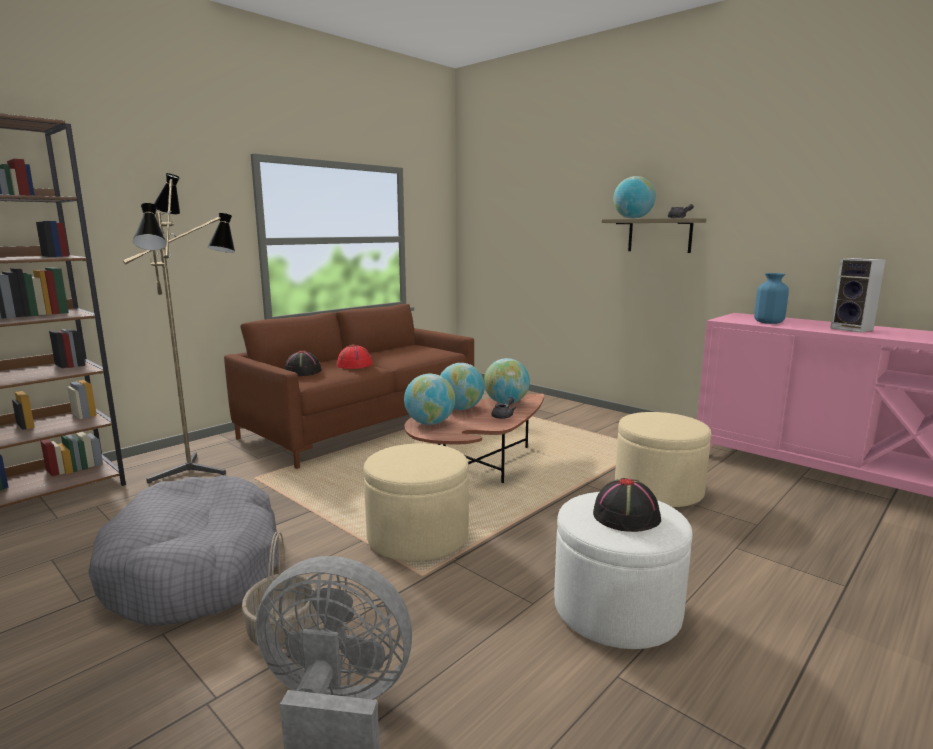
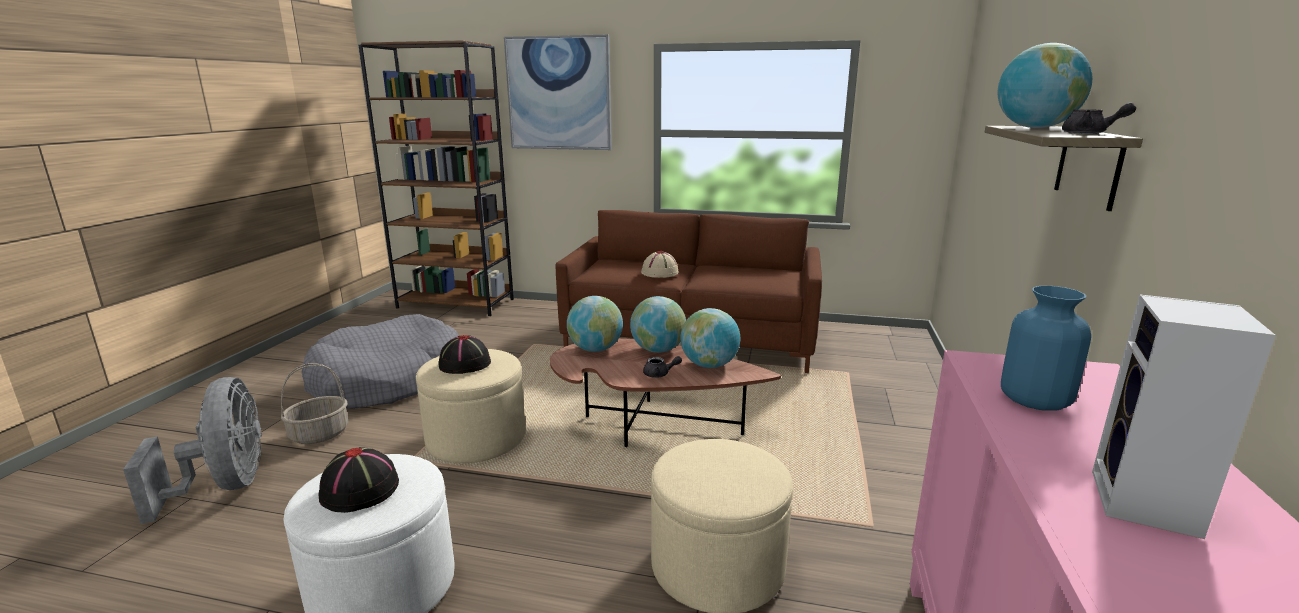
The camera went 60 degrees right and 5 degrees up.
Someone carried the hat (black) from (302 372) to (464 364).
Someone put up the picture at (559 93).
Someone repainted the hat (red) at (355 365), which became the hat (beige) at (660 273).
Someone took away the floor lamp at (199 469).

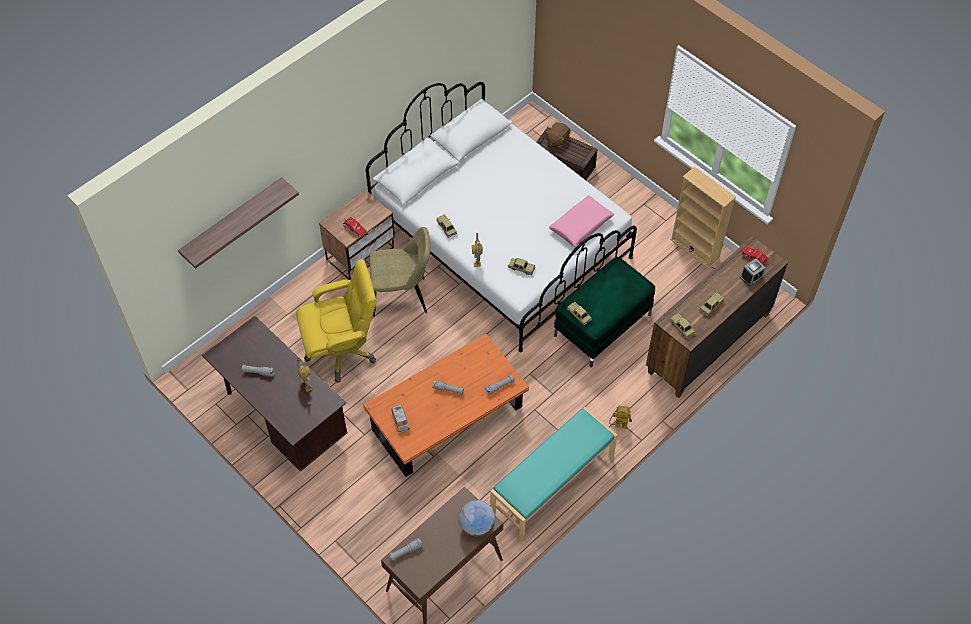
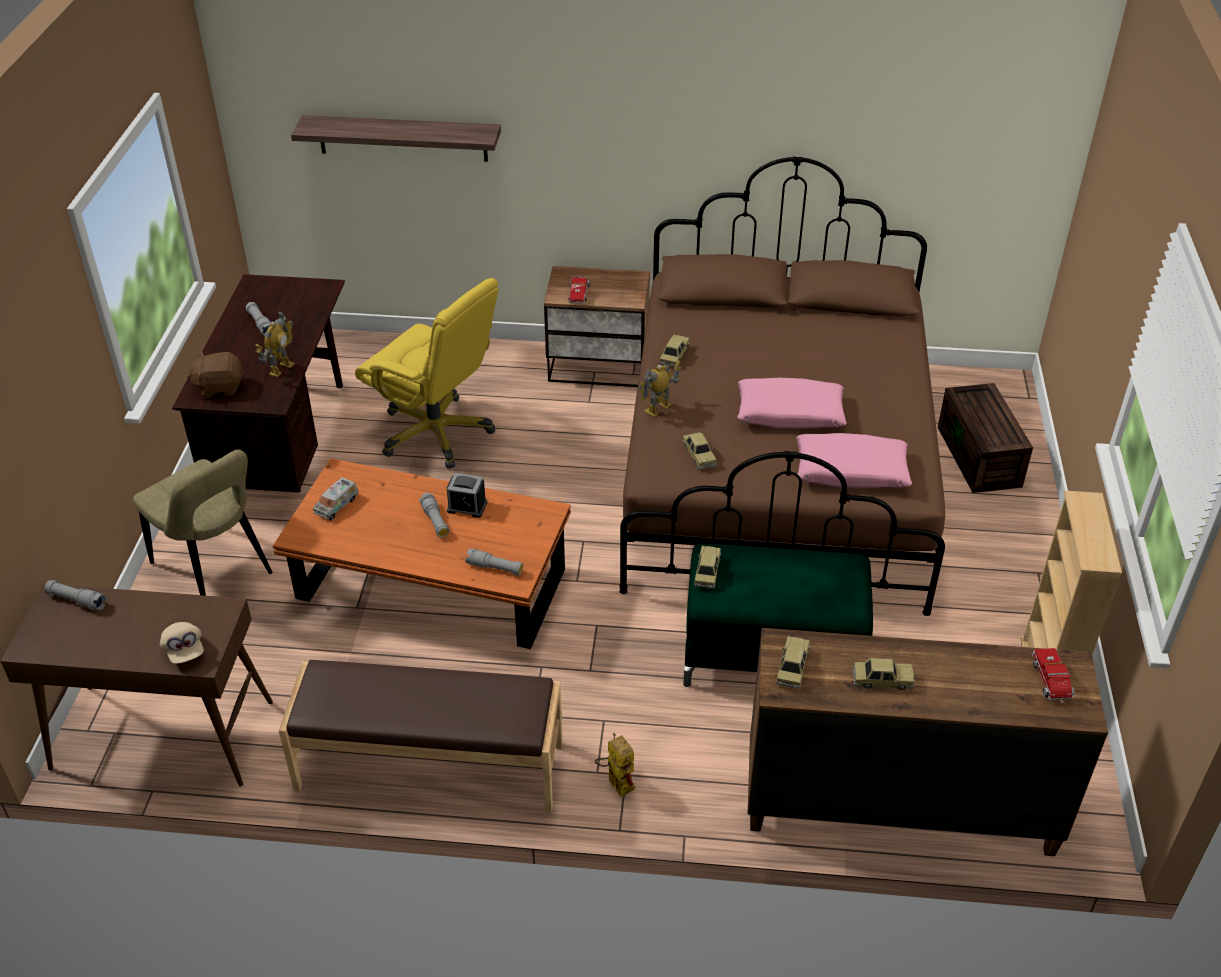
The camera went 50 degrees right and 15 degrees down.
Someone carried the chair (beige) from (402 297) to (215 571).
Someone swapped the globe at (477 525) for the cap (beige) at (184 650).
Someone carried the plush toy (brown) from (557 140) to (220 387).
Someone repainted the bench (turquoise) at (553 484), which became the bench (brown) at (430 767).
Someone carried the alarm clock from (751 277) to (467 506).
Someone repainted the bed (white) at (501 241), which became the bed (brown) at (776 470).
Someone put down the pillow (pink) at (790 413).

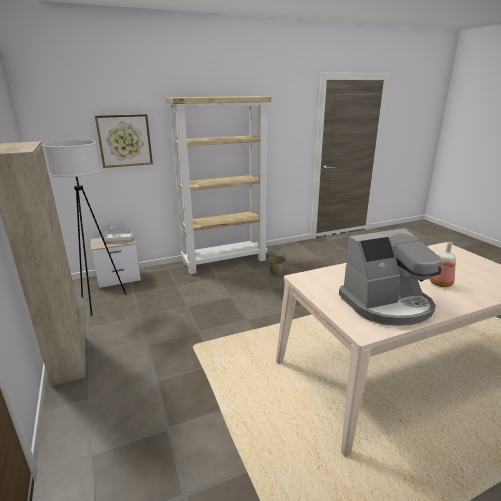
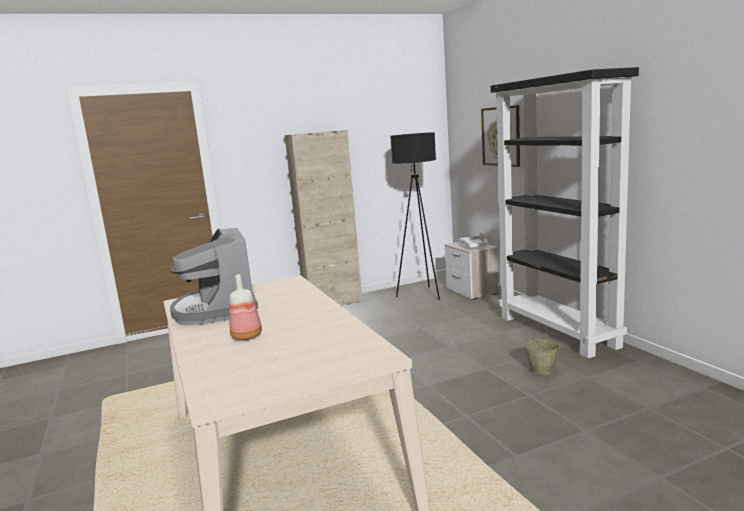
The camera went 90 degrees right and 10 degrees down.
Someone repainted the floor lamp (white) at (101 301), which became the floor lamp (black) at (421 294).
Someone repainted the bookcase (beige) at (225 261), which became the bookcase (black) at (558 331).

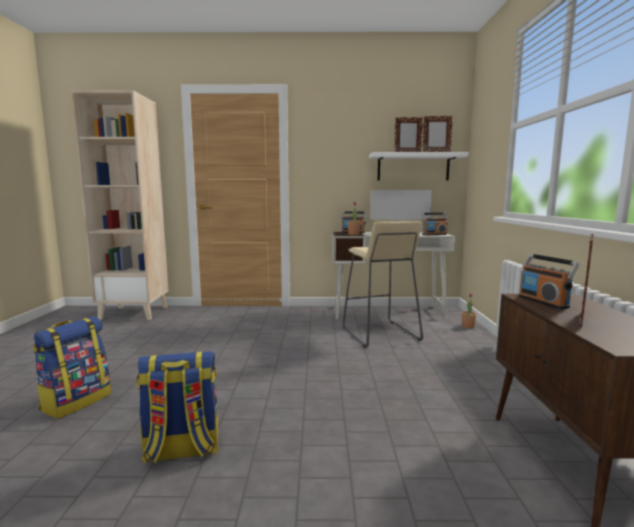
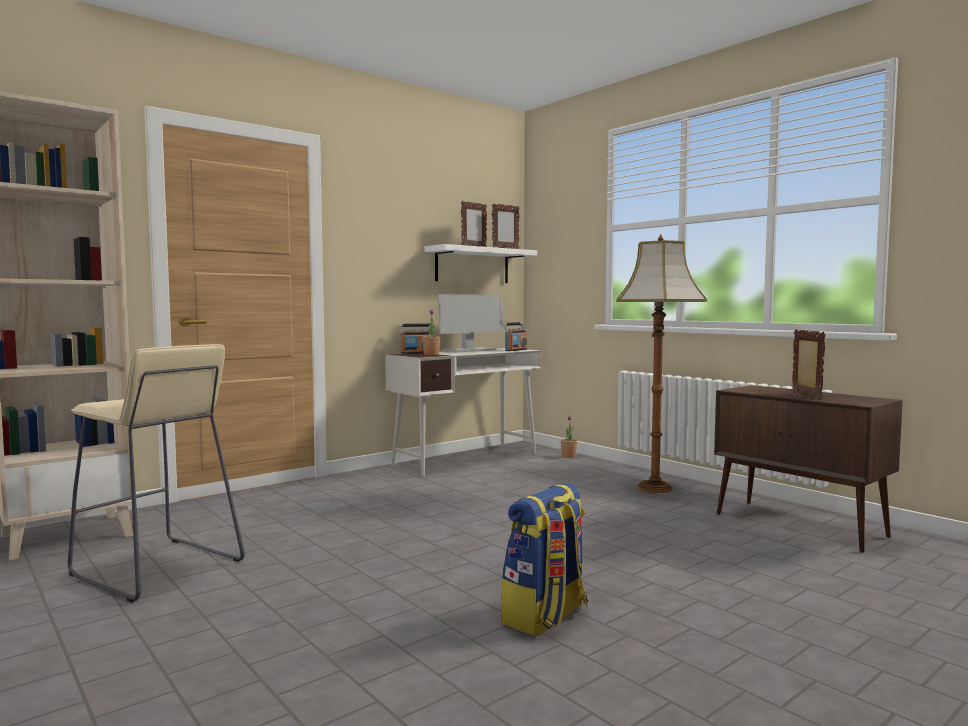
The camera went 40 degrees left and 5 degrees down.
Someone carried the stool (beige) from (379 334) to (156 568).
Someone put down the floor lamp at (656 488).
Someone took away the backpack at (76 401).
Someone took away the radio at (543 302).

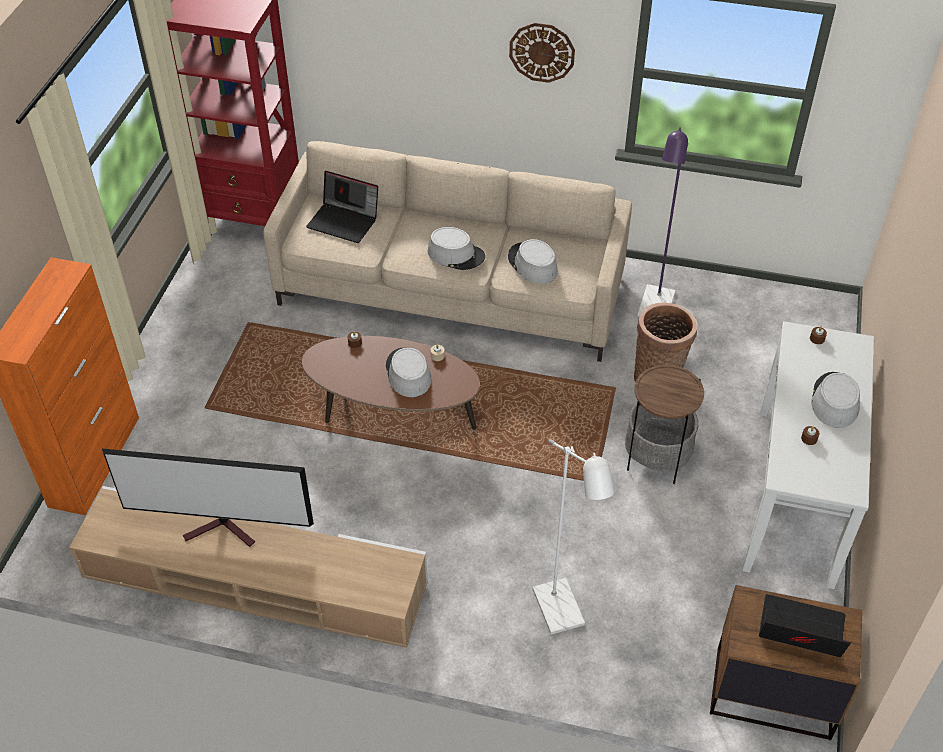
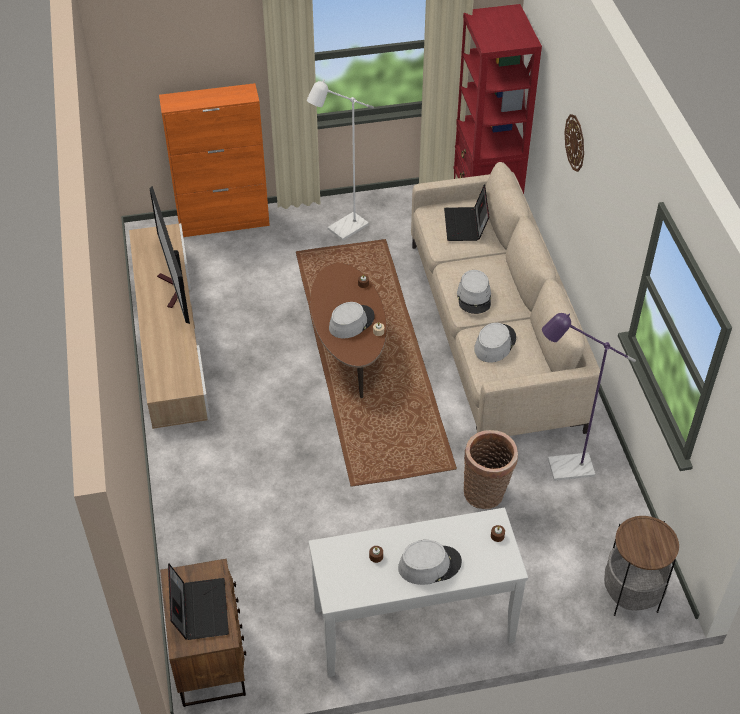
The camera went 65 degrees right and 0 degrees up.
Someone carried the floor lamp (white) from (562 616) to (342 230).
Someone carried the wall clock from (542 52) to (575 142).
Someone carried the side table from (656 459) to (631 594).

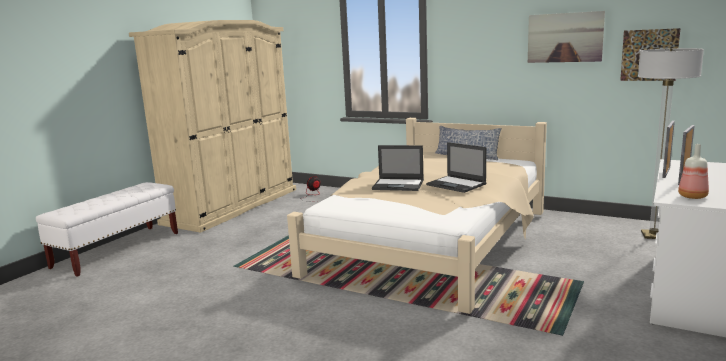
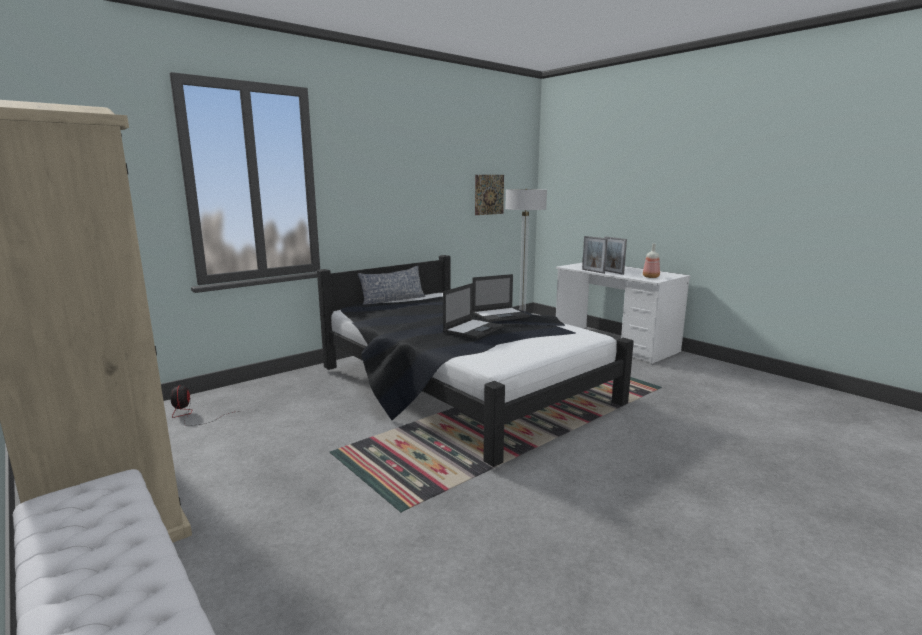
The camera went 70 degrees left and 0 degrees up.
Someone repainted the bed (beige) at (431 244), which became the bed (black) at (462 388).
Someone took away the picture at (564 37).

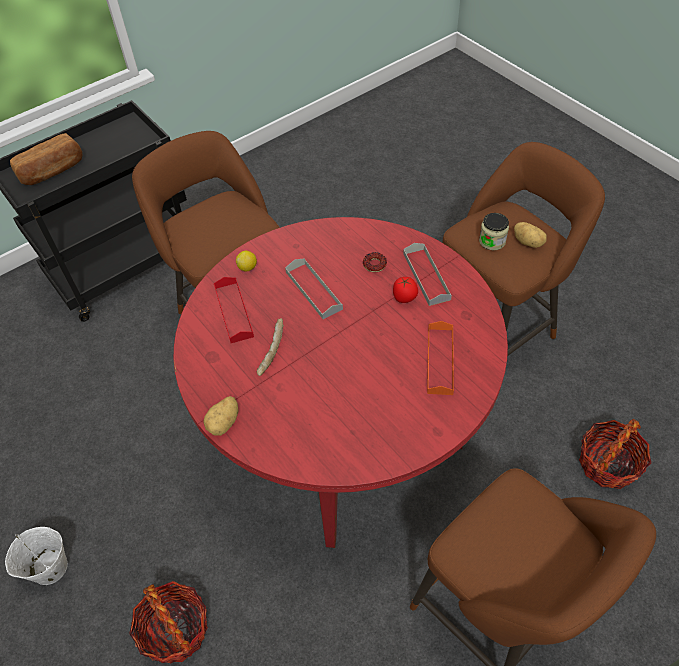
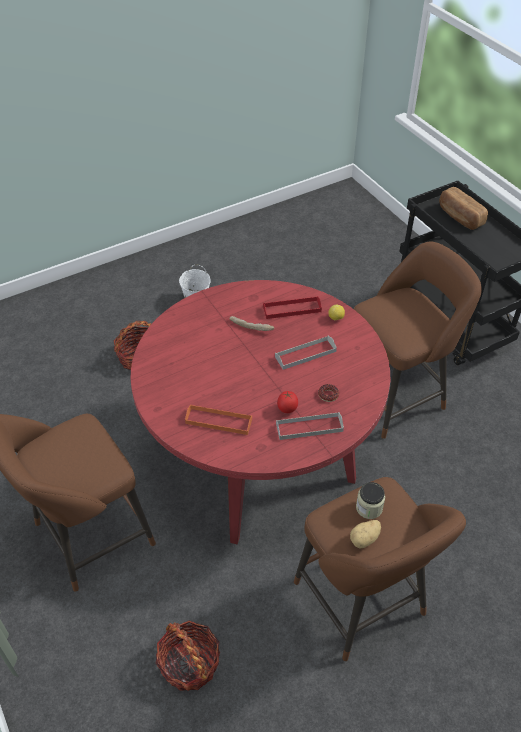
The camera went 95 degrees right and 5 degrees down.
Someone took away the potato at (224 423).

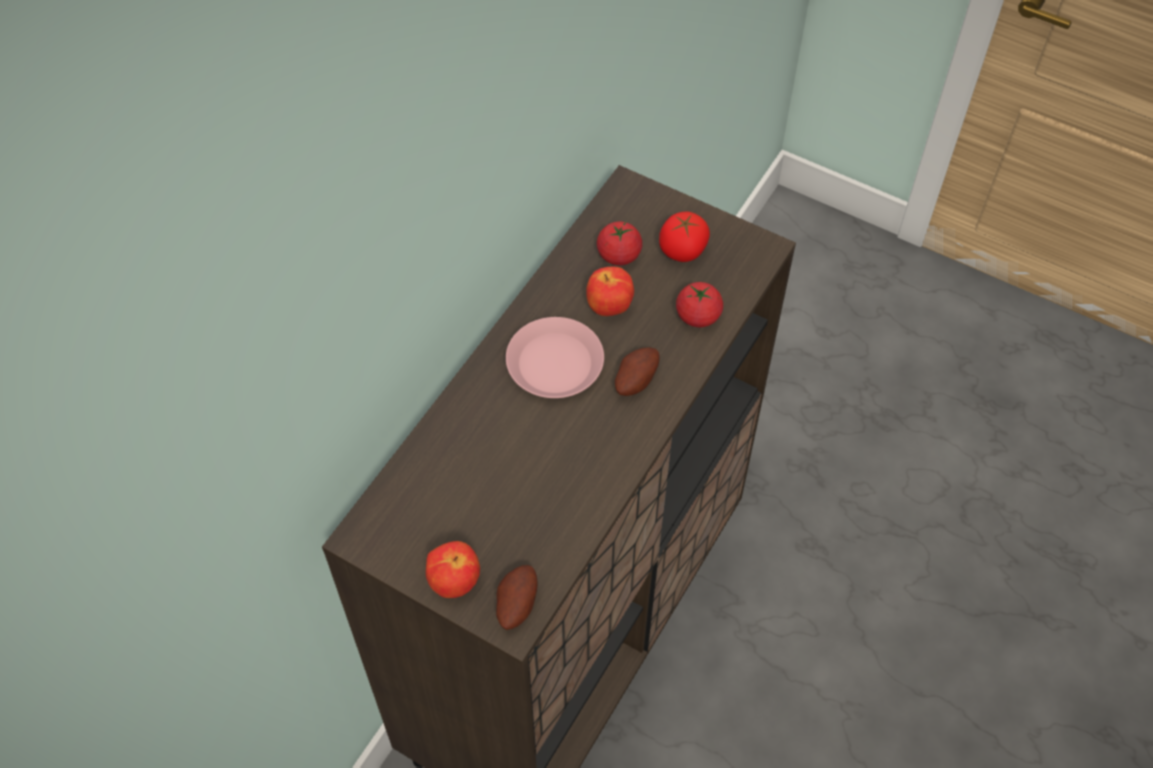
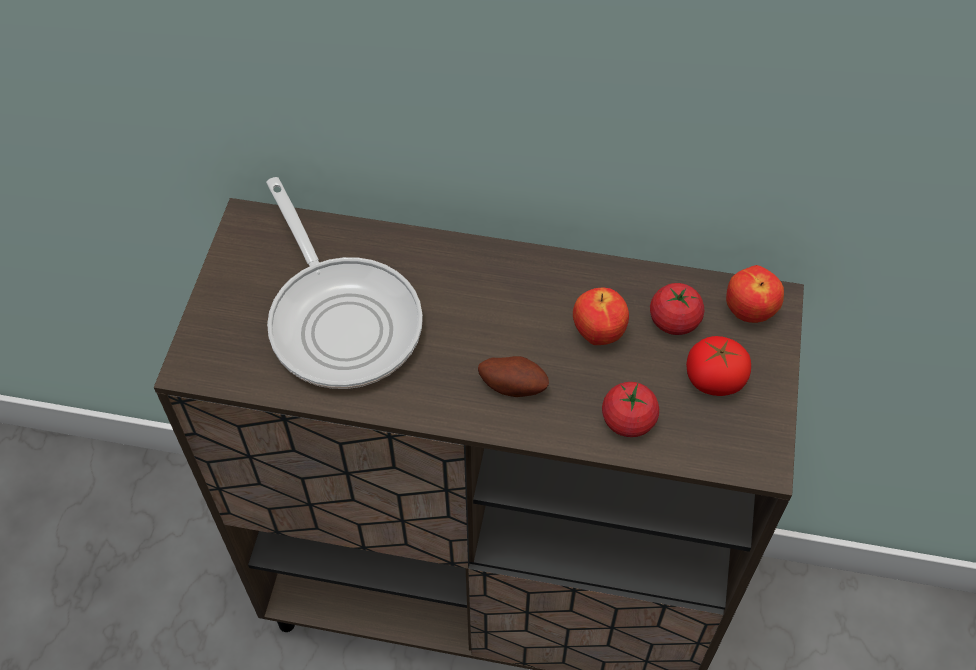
The camera went 70 degrees right and 0 degrees up.
Someone put down the frying pan at (341 319).
Someone carried the apple from (455 582) to (749 312).
Someone took away the potato at (515 604).
Someone took away the plate (pink) at (554 364).

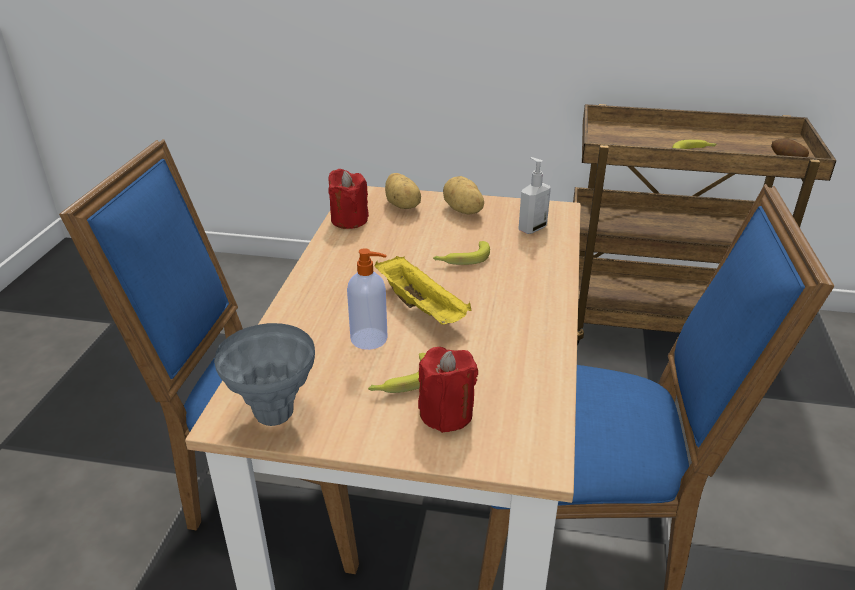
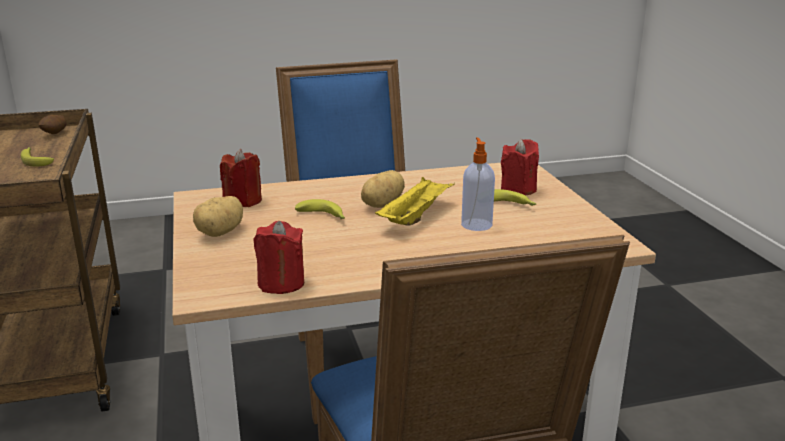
The camera went 115 degrees left and 10 degrees down.
Someone swapped the soap dispenser at (531 228) for the candle (red) at (243 201).
Someone carried the potato from (403 205) to (381 204).
Someone took away the vase (grey) at (274 414).

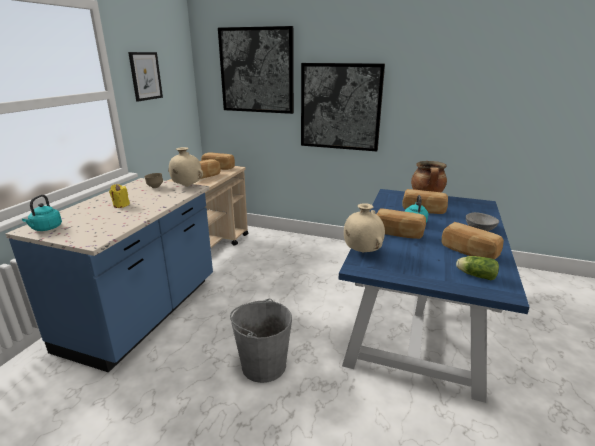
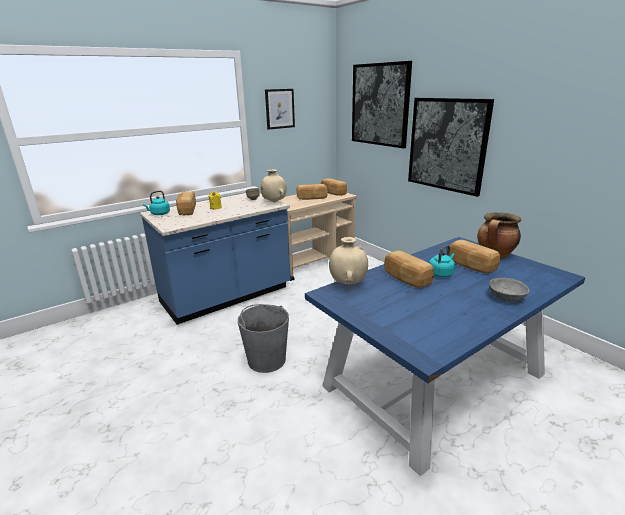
The camera went 35 degrees right and 0 degrees up.
Someone carried the bread from (468 252) to (186 210).
Someone took away the lettuce at (475 275).

